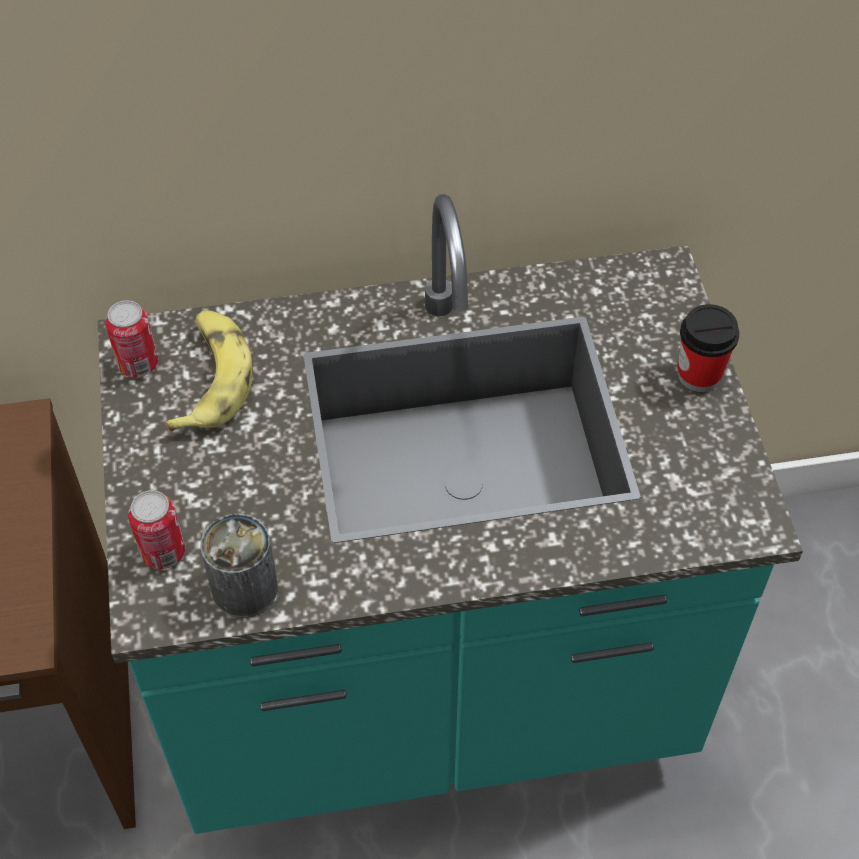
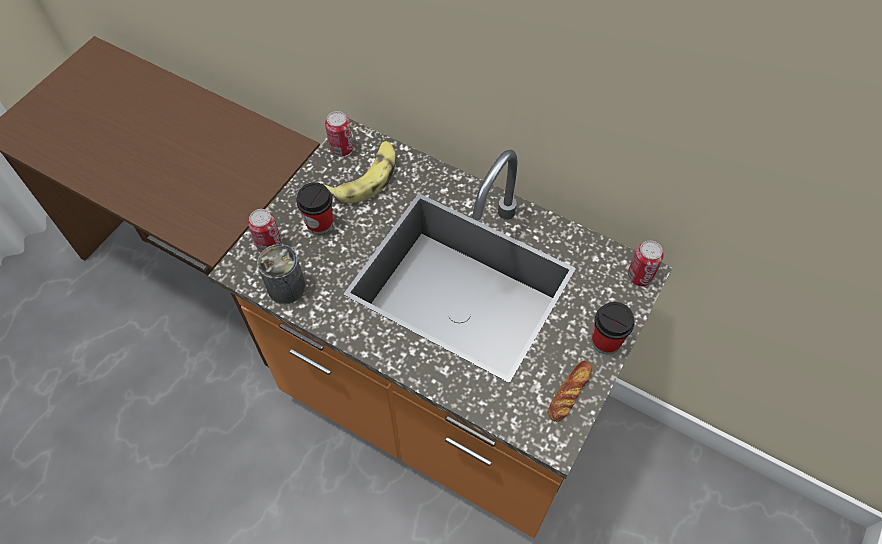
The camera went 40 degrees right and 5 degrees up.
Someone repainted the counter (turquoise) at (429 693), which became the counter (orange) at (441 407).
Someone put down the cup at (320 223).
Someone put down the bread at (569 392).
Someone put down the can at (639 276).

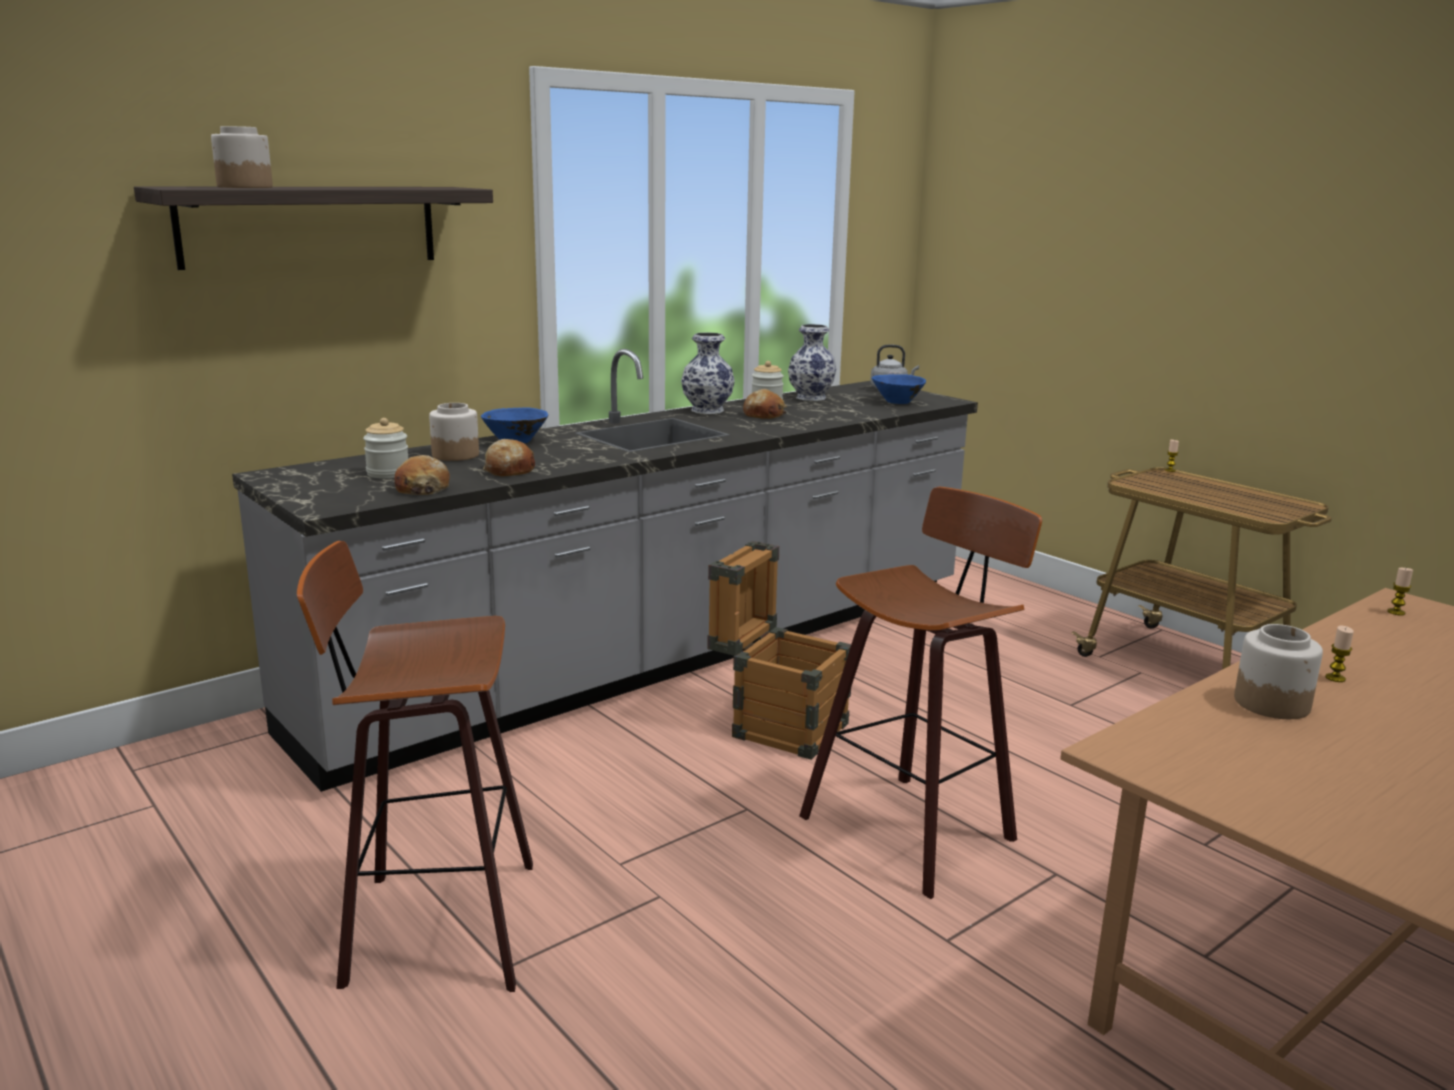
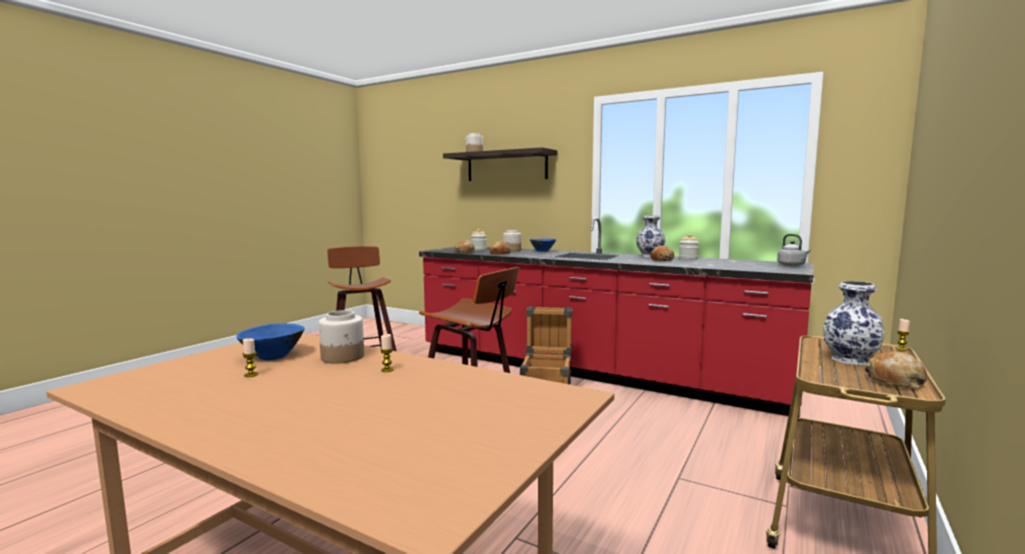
The camera went 70 degrees right and 10 degrees down.
Someone carried the bowl (blue) from (897 402) to (274 356).
Someone carried the candle from (1396 612) to (251 375).
Someone repainted the counter (grey) at (662 657), which became the counter (red) at (590 371).
Someone carried the vase from (811 397) to (851 359).
Someone put down the bread at (894 380).

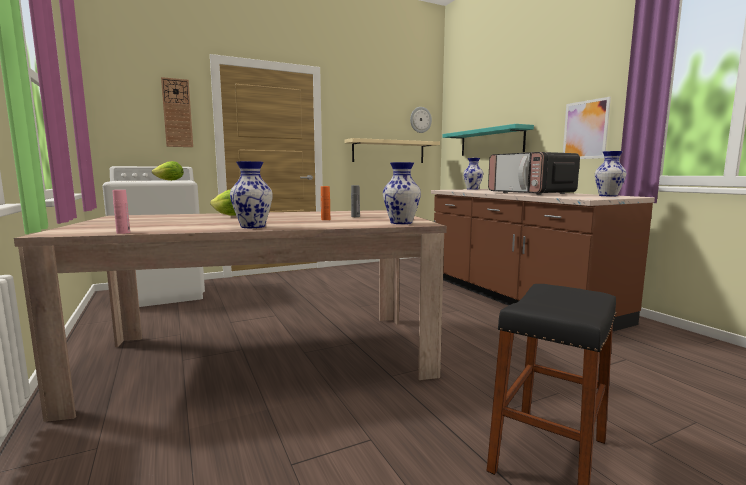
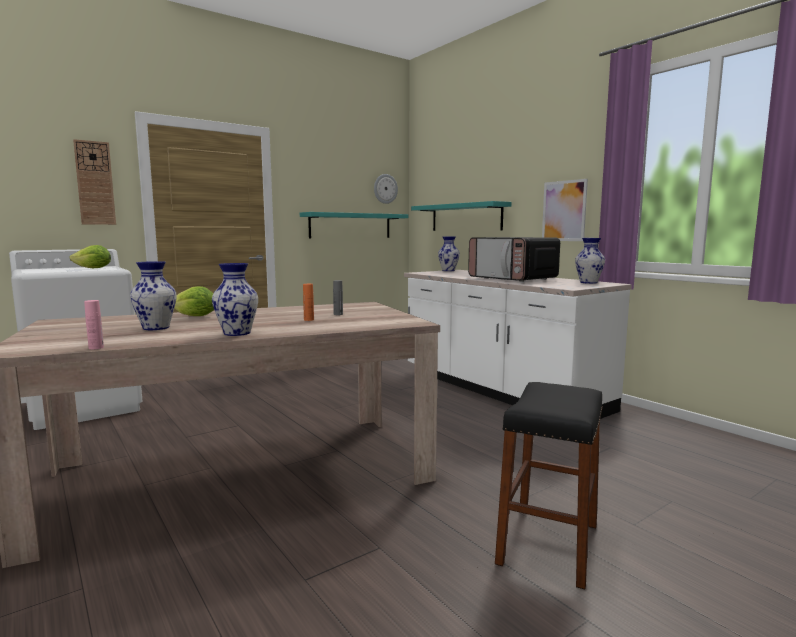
The camera went 10 degrees left and 0 degrees up.
Someone carried the vase from (401 223) to (155 328).
Someone repainted the shelf (beige) at (388 151), which became the shelf (turquoise) at (350 225).
Someone repainted the counter (brown) at (516 298), which became the counter (white) at (500 390).

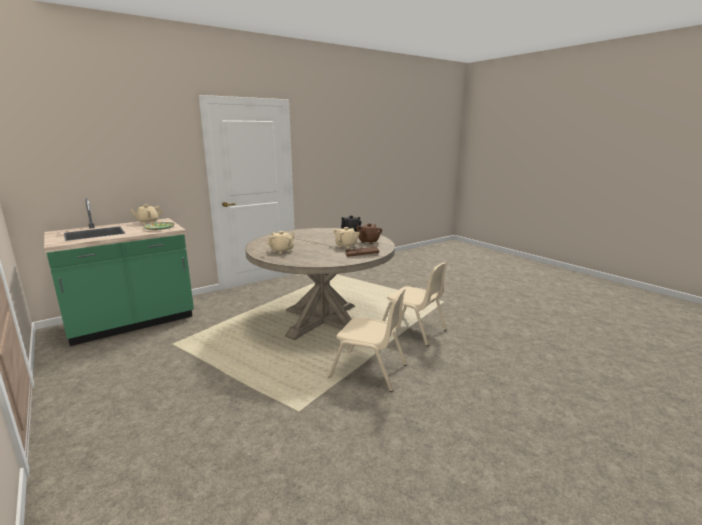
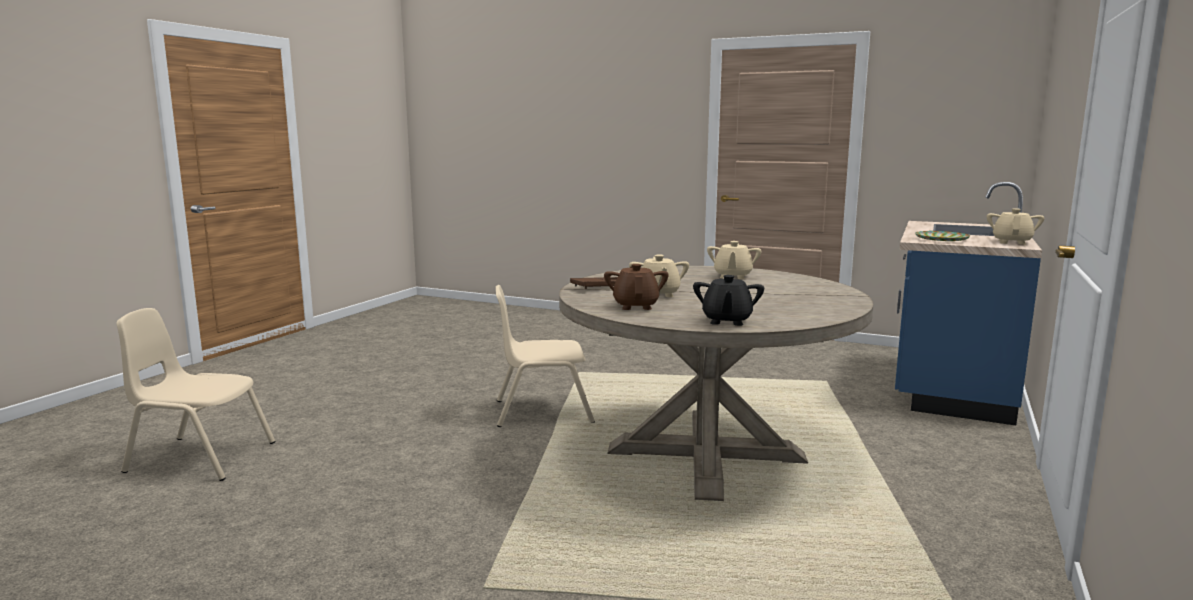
The camera went 150 degrees right and 5 degrees down.
Someone carried the chair (beige) from (413 330) to (200 457).
Someone repainted the counter (green) at (132 322), which became the counter (blue) at (949 386).

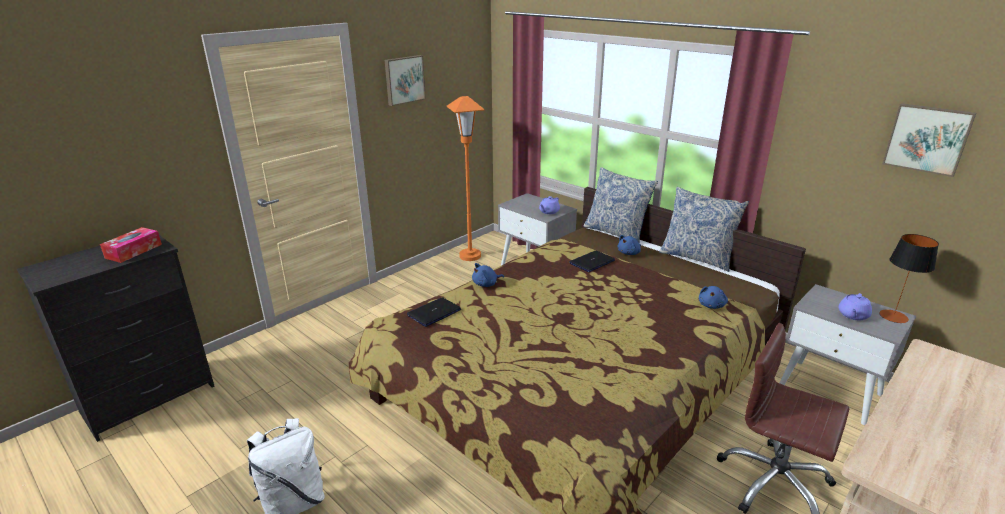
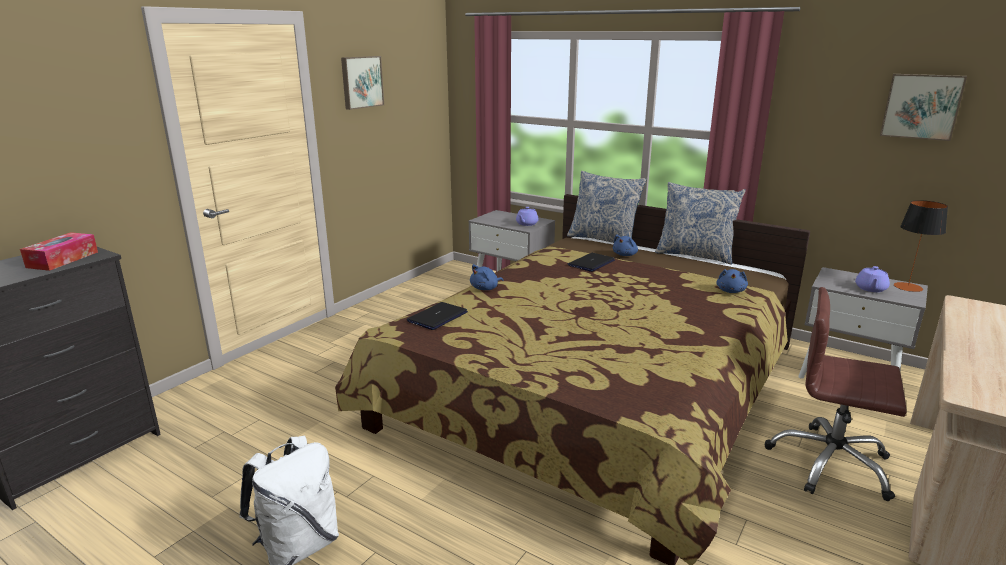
The camera went 10 degrees left and 5 degrees down.
Someone took away the floor lamp (orange) at (470 256).

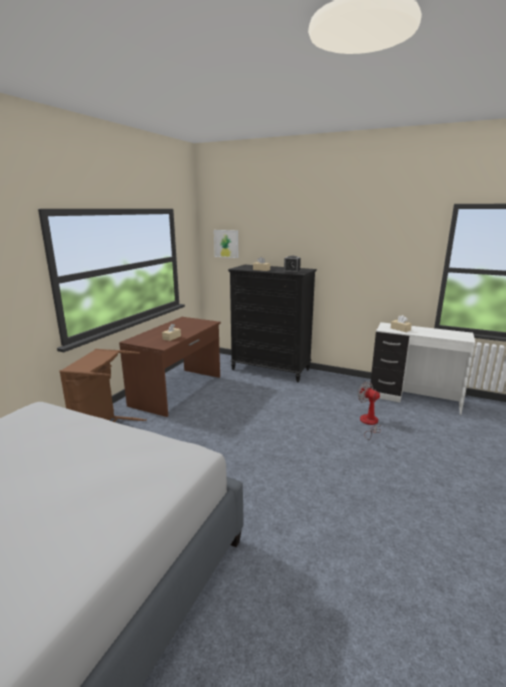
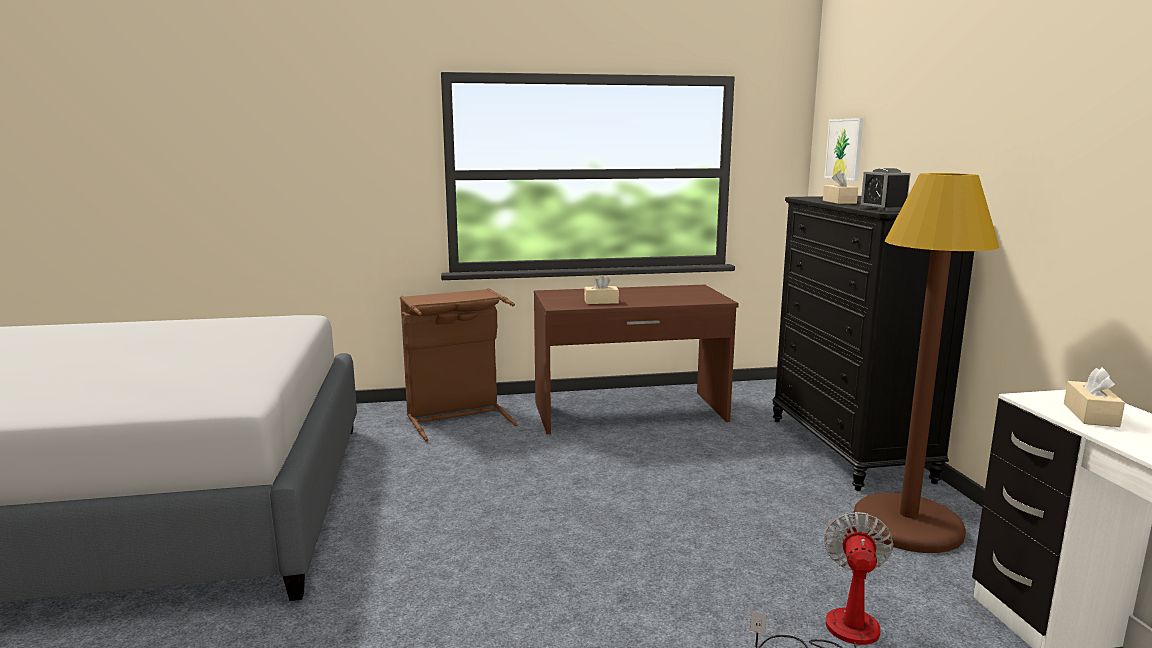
The camera went 55 degrees right and 5 degrees down.
Someone put down the floor lamp (brown) at (907 525).

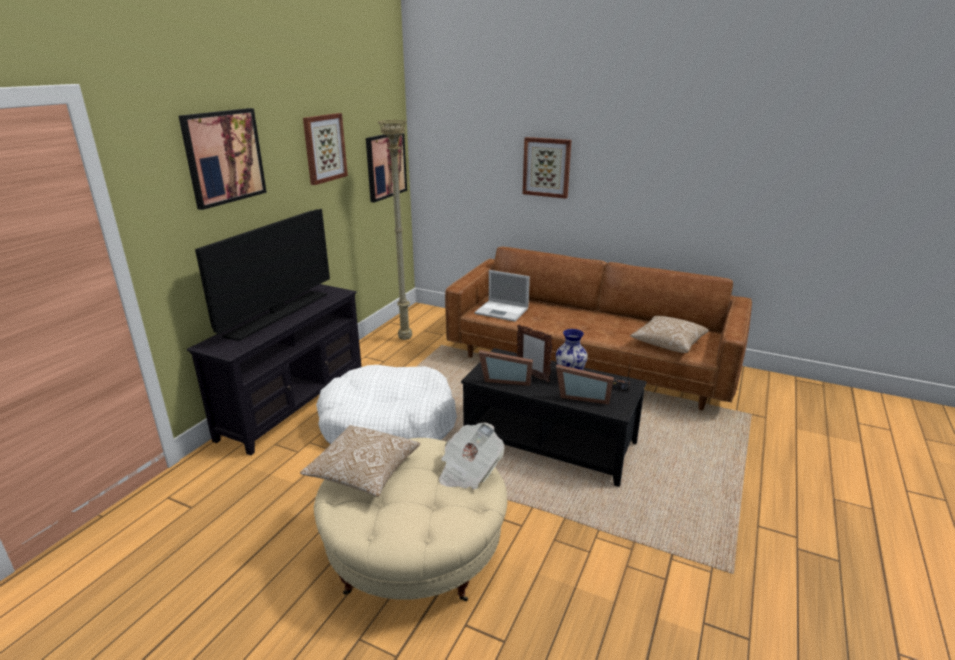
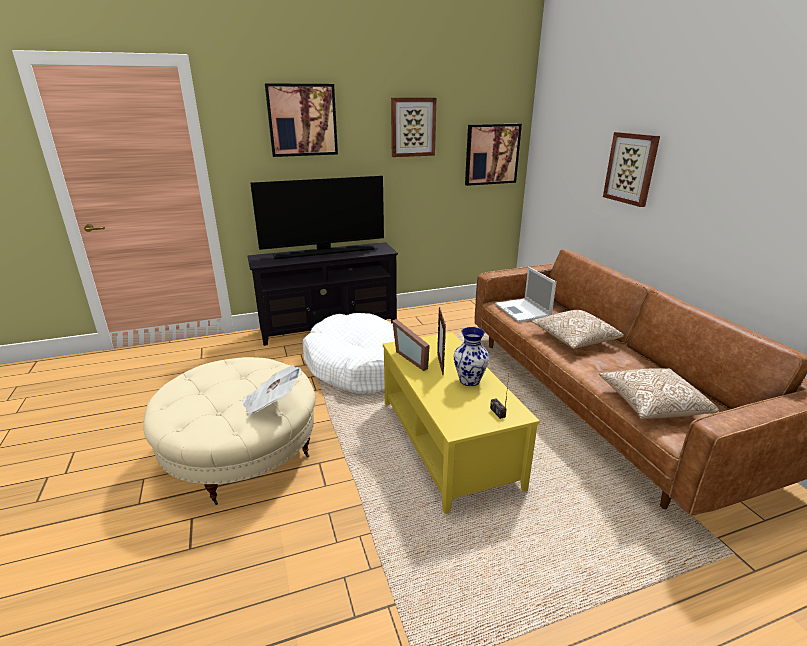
The camera went 45 degrees right and 0 degrees up.
Someone repainted the coffee table (black) at (550 442), which became the coffee table (yellow) at (449 442).
Someone carried the pillow from (363 472) to (574 339).
Someone took away the floor lamp (beige) at (405 340).
Someone took away the picture frame at (582 396).

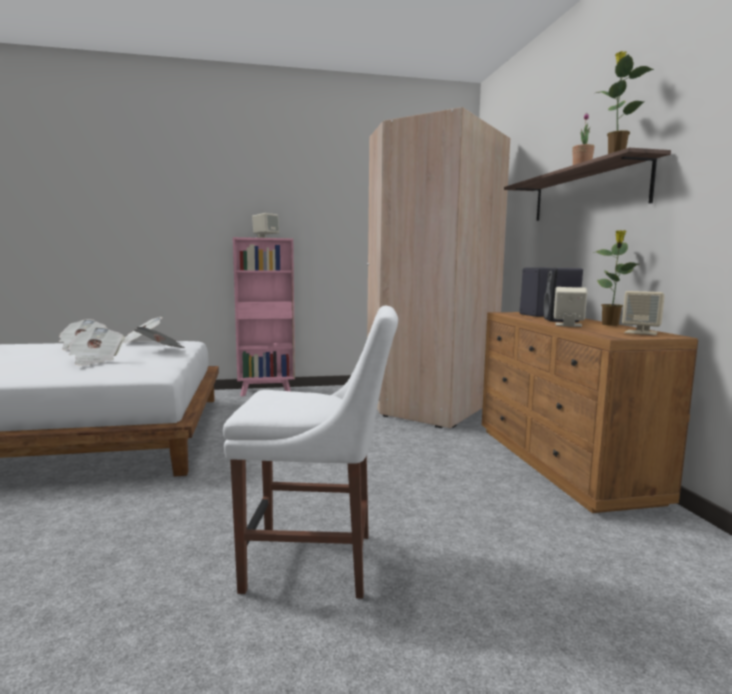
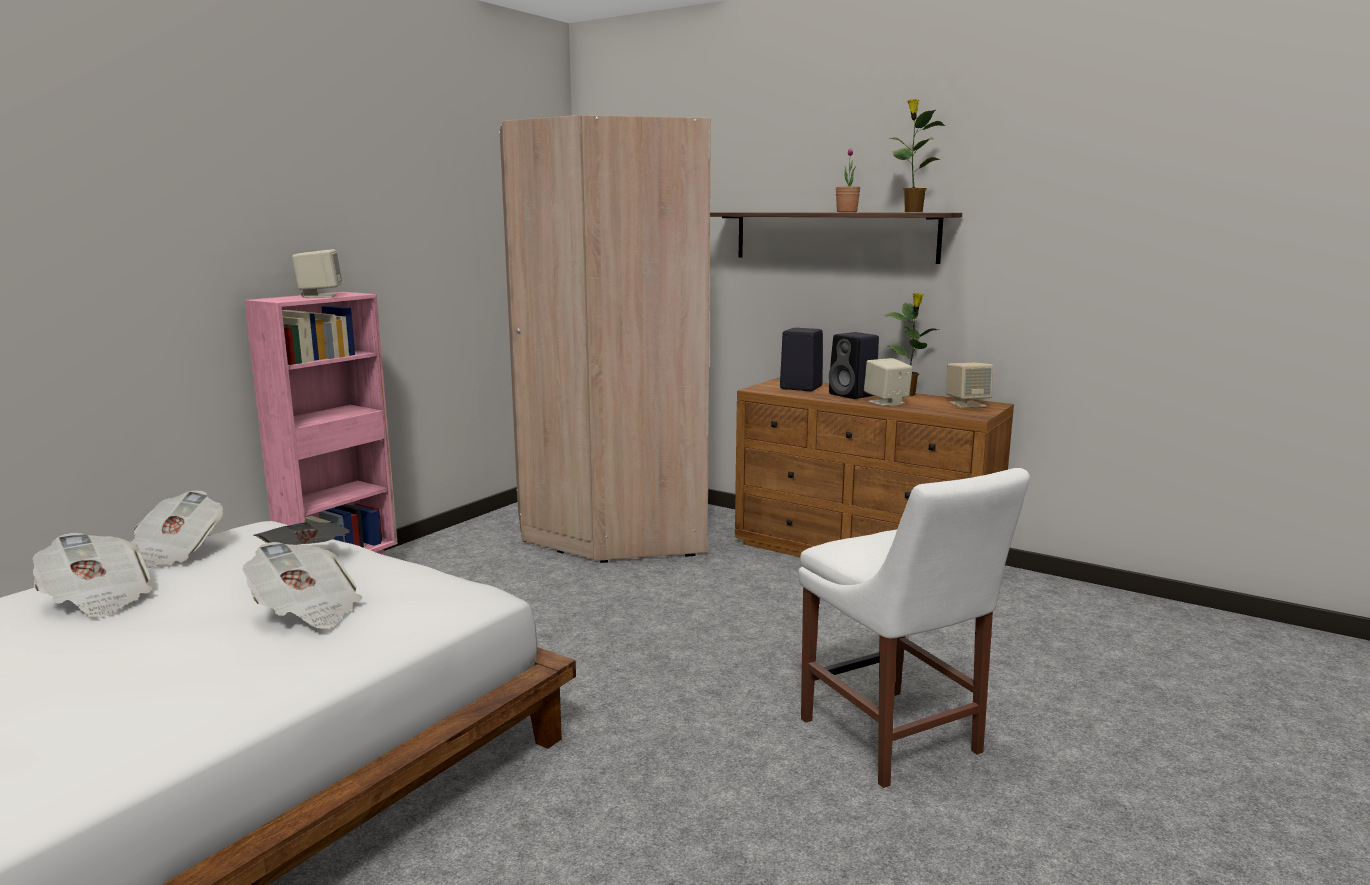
The camera went 45 degrees left and 5 degrees up.
Someone rotated the chair (white) at (317 562) by 105 degrees clockwise.

